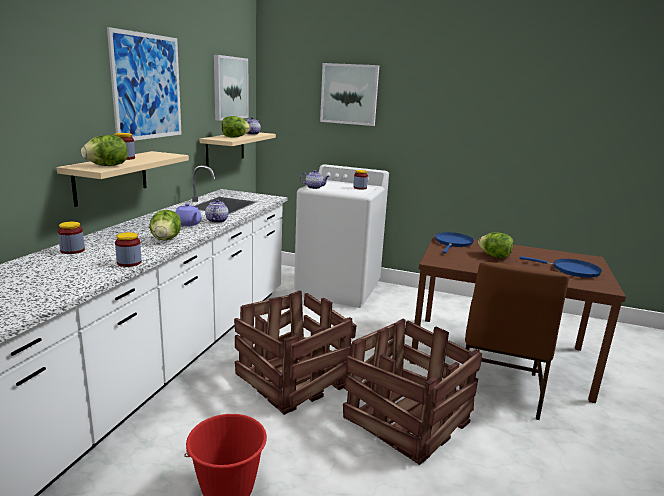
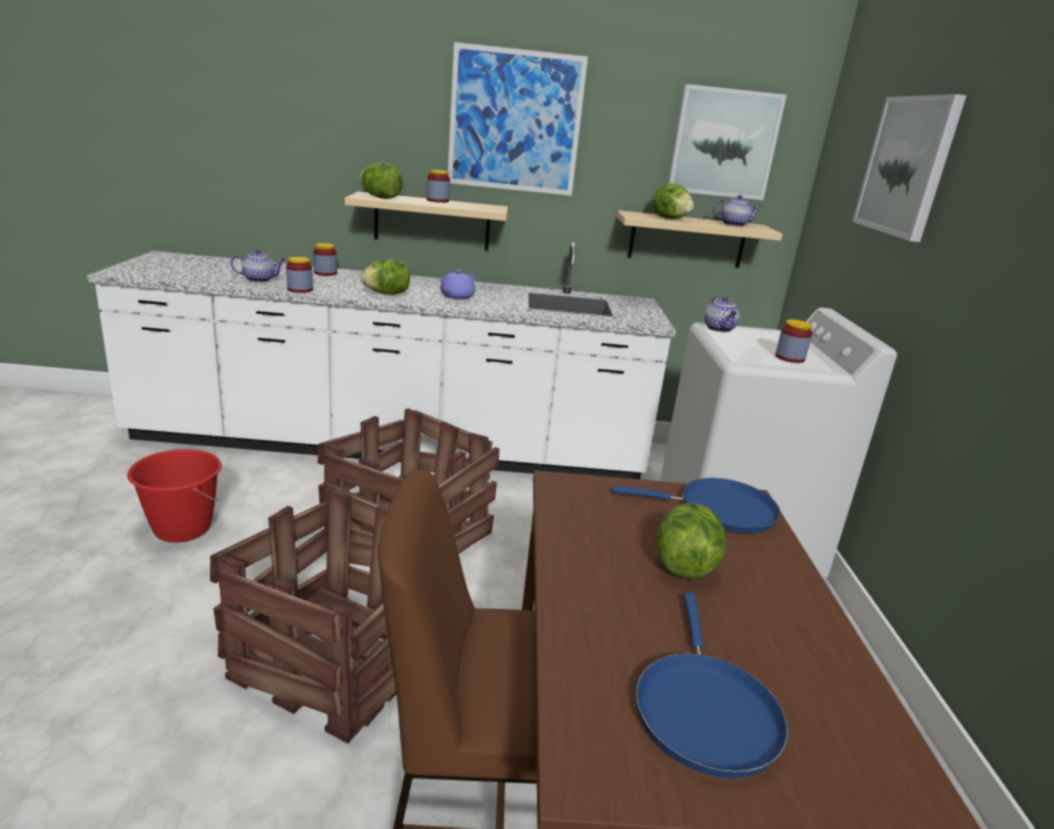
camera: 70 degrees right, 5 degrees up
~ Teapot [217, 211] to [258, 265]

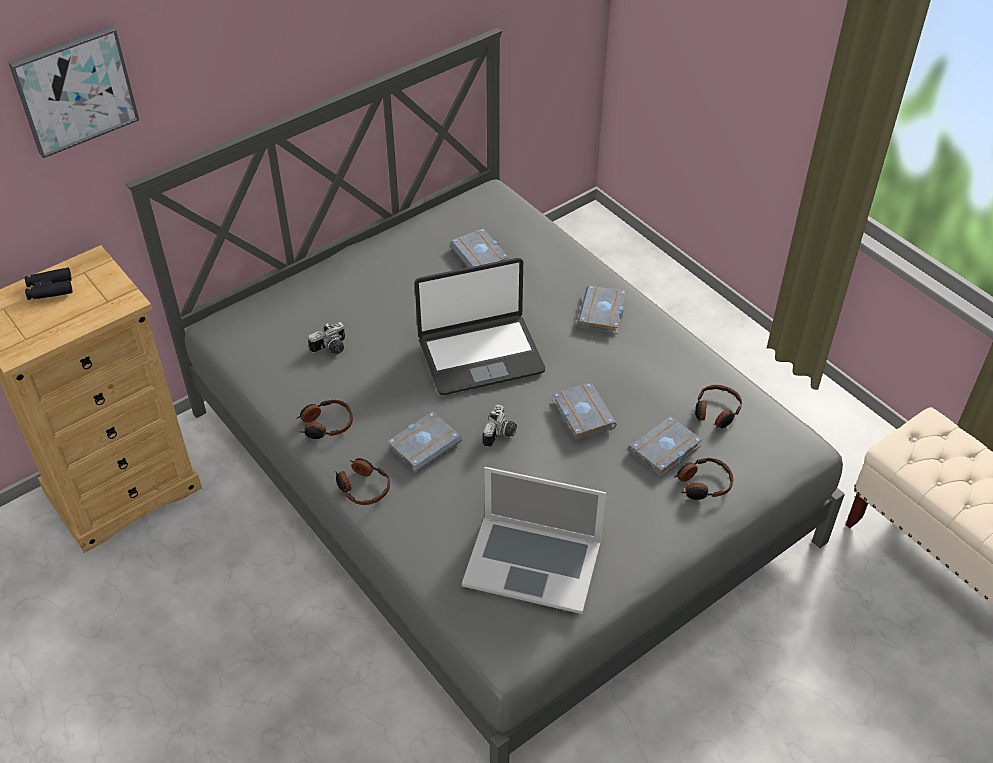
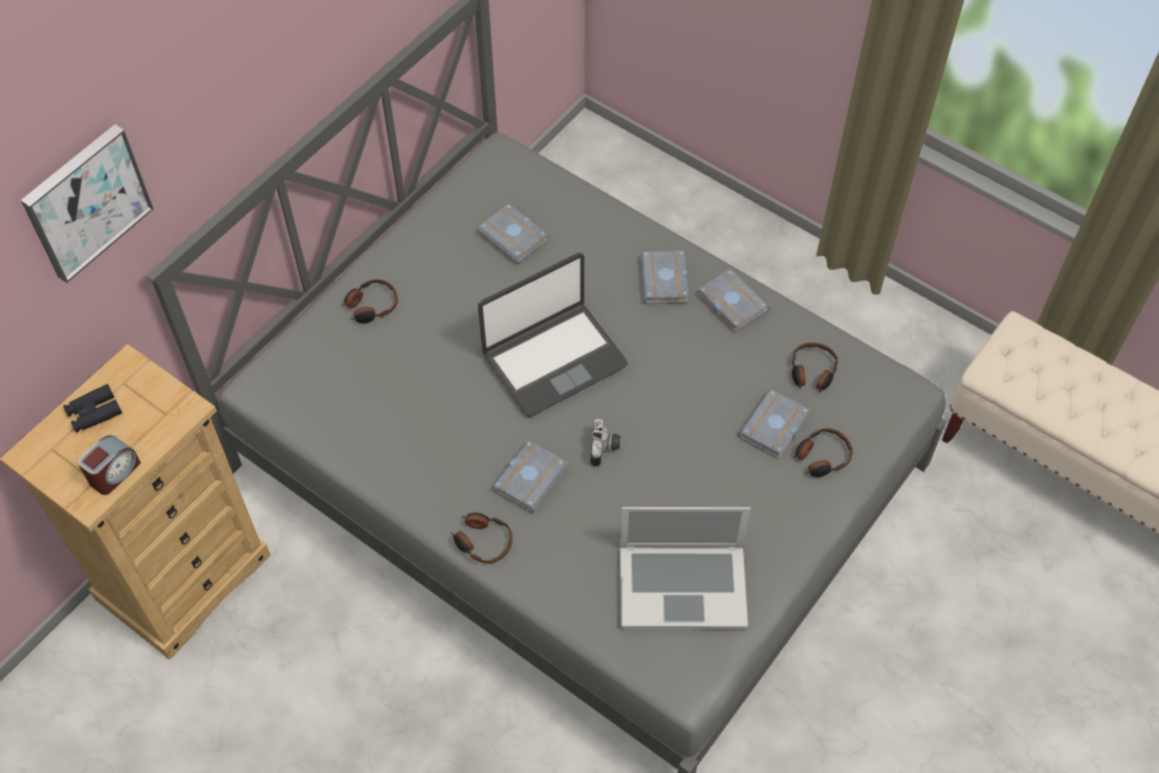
camera: 15 degrees left, 10 degrees up
+ AlarmClock [109, 465]
~ Headphones [324, 419] to [369, 301]
~ GreyBook [584, 411] to [734, 300]
- PhotoCamera [326, 338]

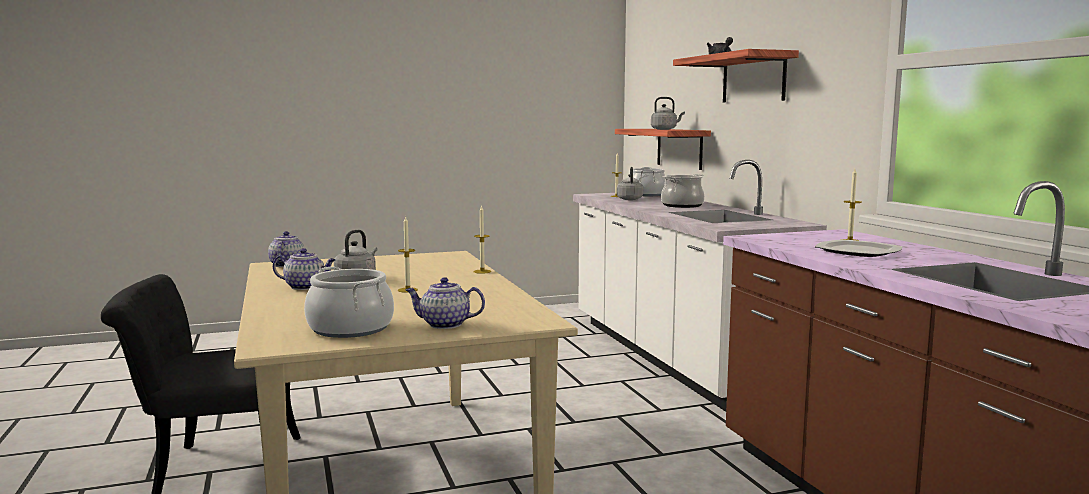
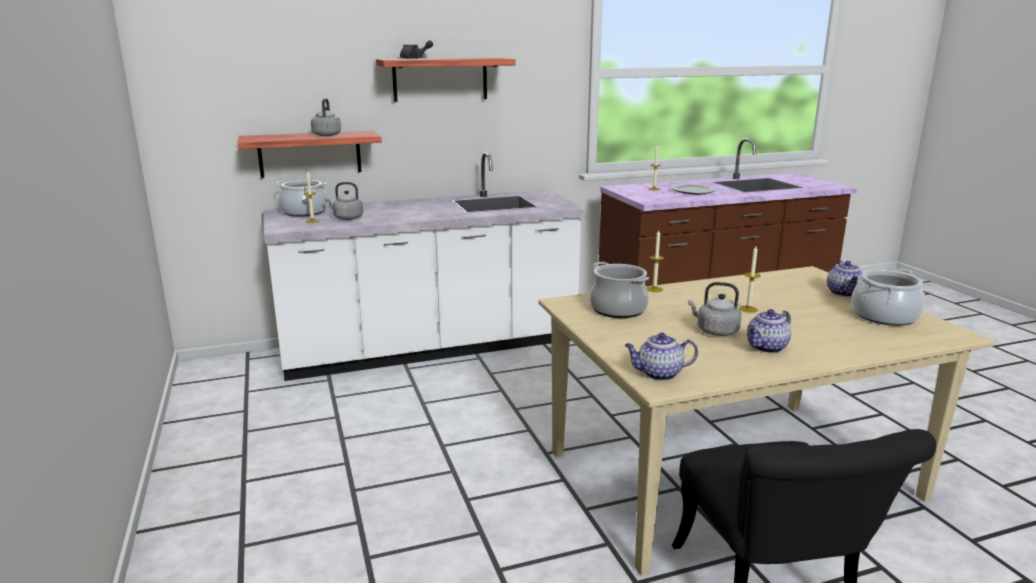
camera: 90 degrees left, 10 degrees up
~ CookingPot [683, 191] to [619, 290]
~ Teapot [304, 269] = [769, 331] 135 degrees counterclockwise

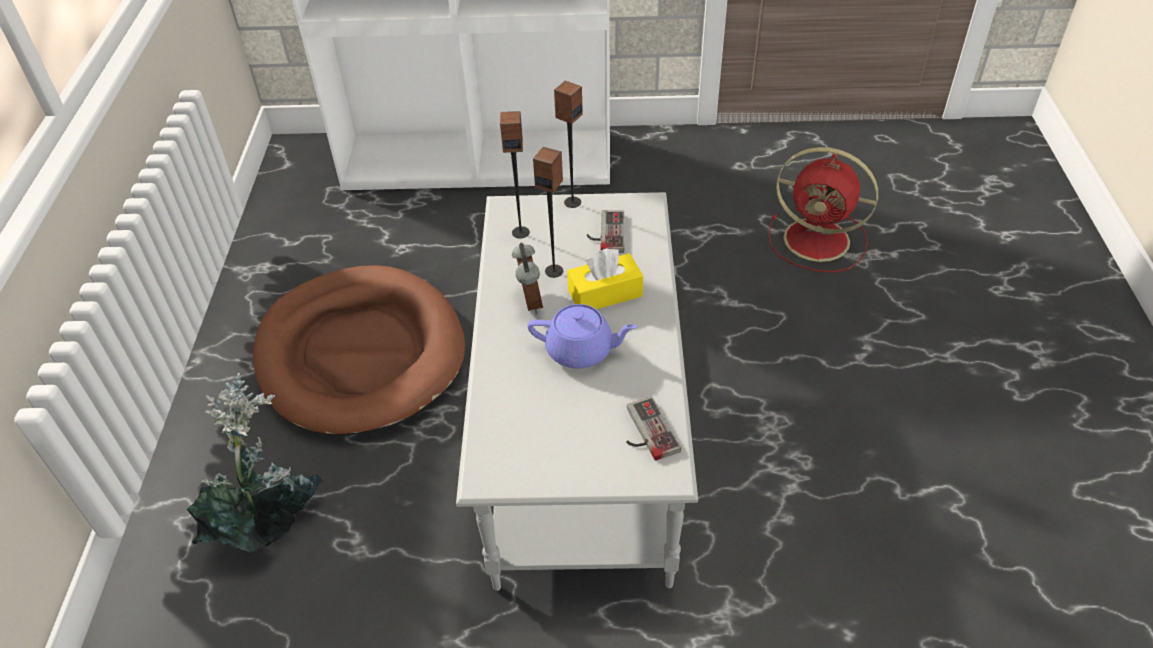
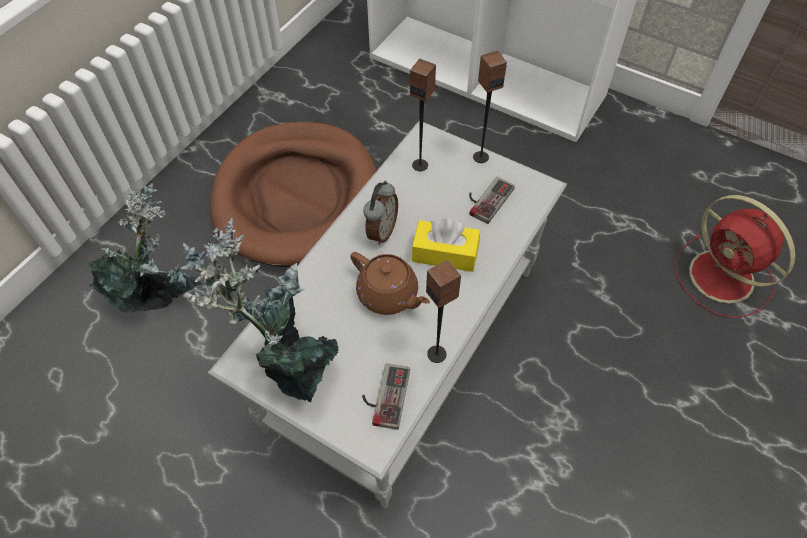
camera: 30 degrees right, 10 degrees up
+ PottedPlant [260, 309]
~ PurpleTeapot [582, 336] to BrownTeapot [390, 283]
~ Speaker [548, 212] to [443, 311]

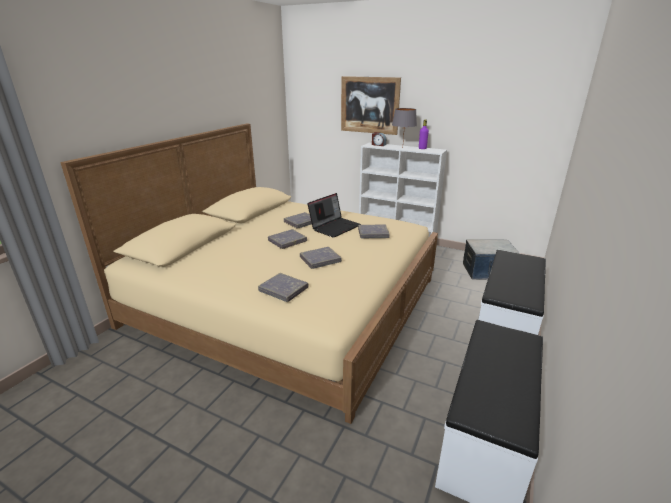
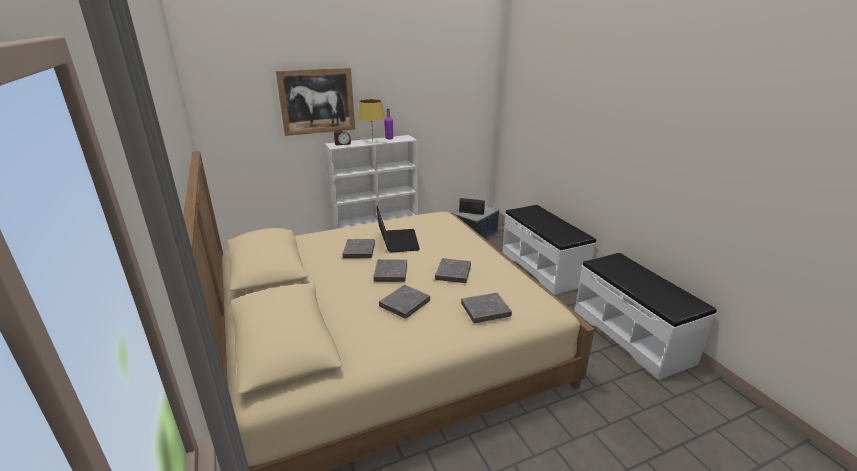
camera: 50 degrees left, 0 degrees up
~ GreyTableLamp [404, 124] to YellowTableLamp [371, 118]
~ GreyBook [374, 231] to [404, 302]
+ Radio [472, 206]

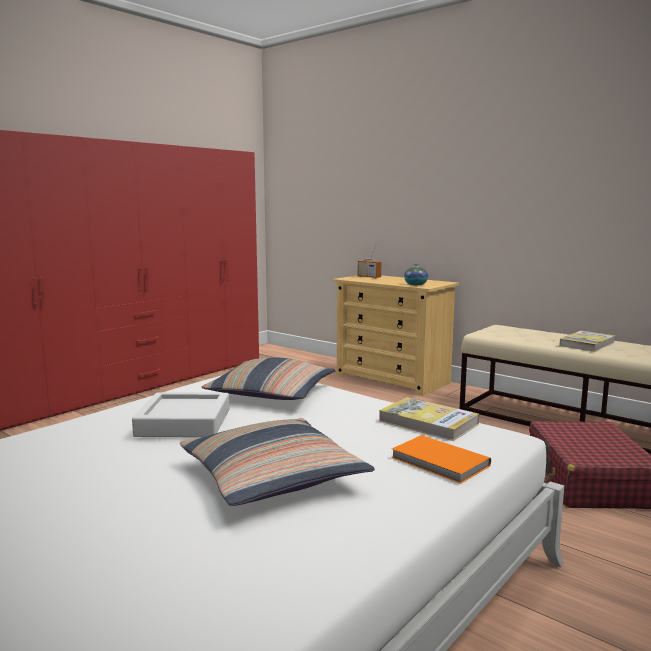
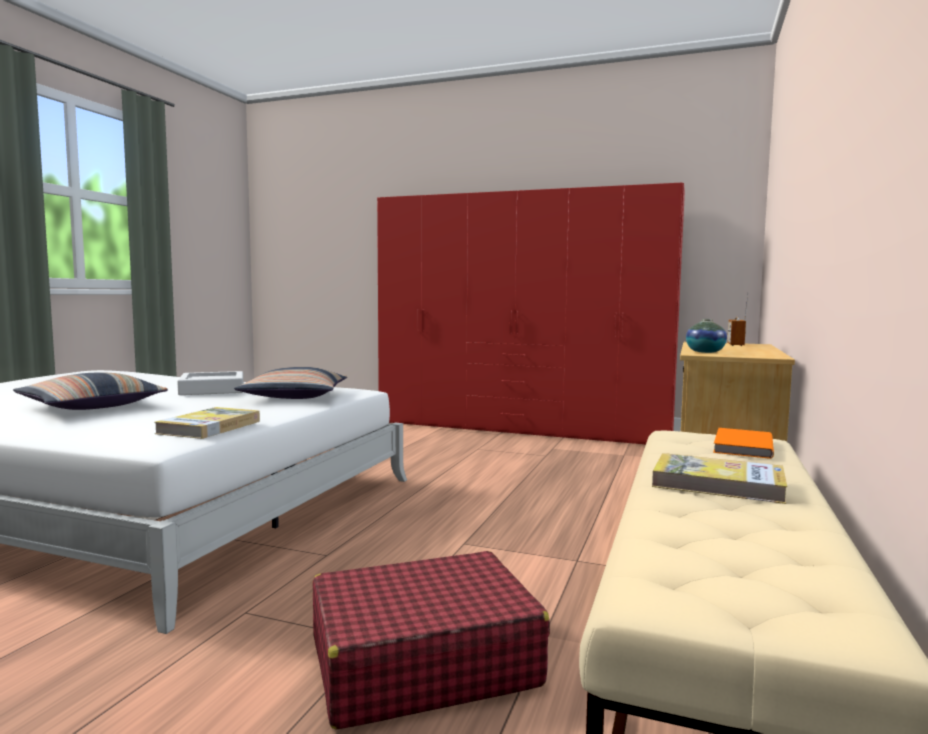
camera: 70 degrees right, 5 degrees down
~ OrangeBook [441, 459] to [743, 443]

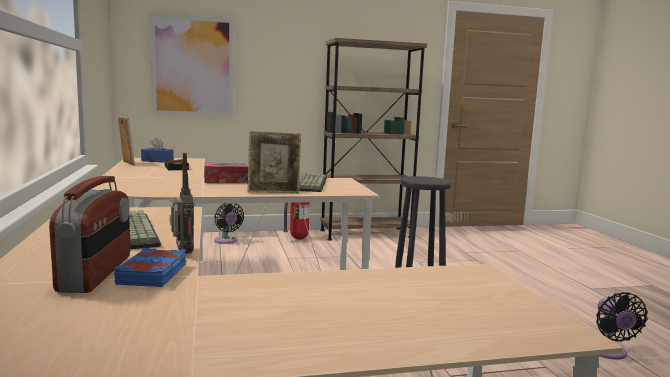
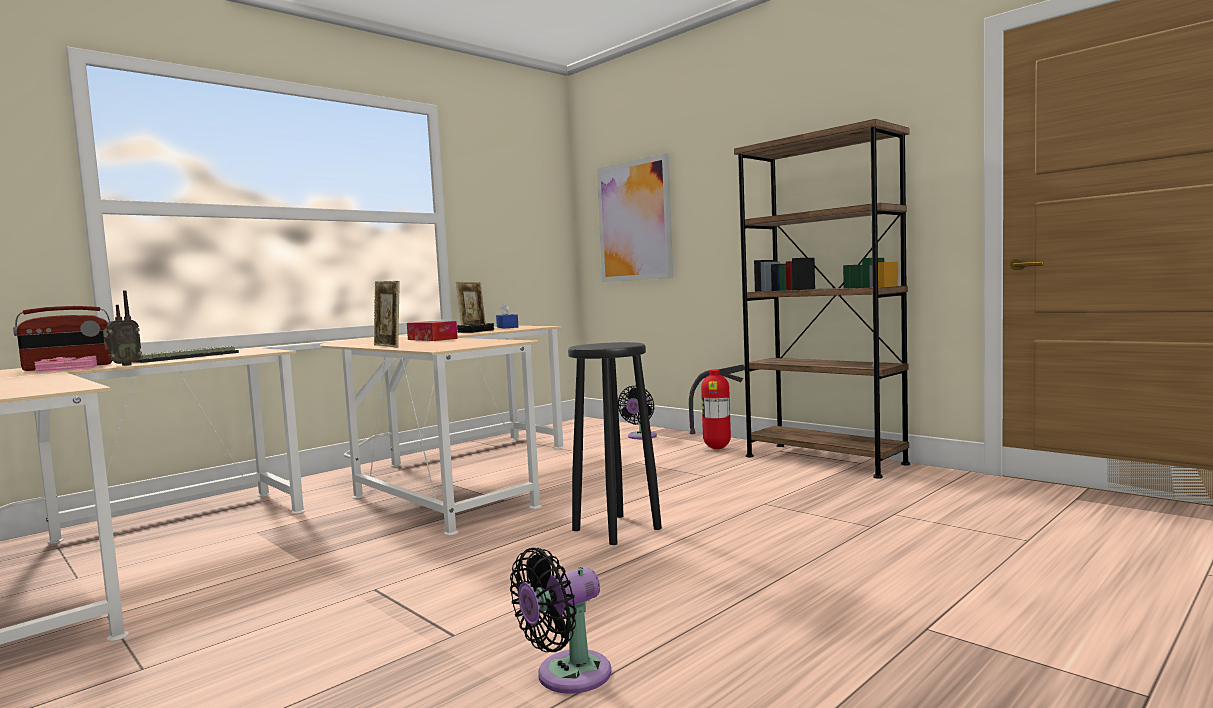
camera: 60 degrees right, 5 degrees down
~ BlueBook [150, 267] to PinkBook [66, 364]
- Keyboard [313, 182]

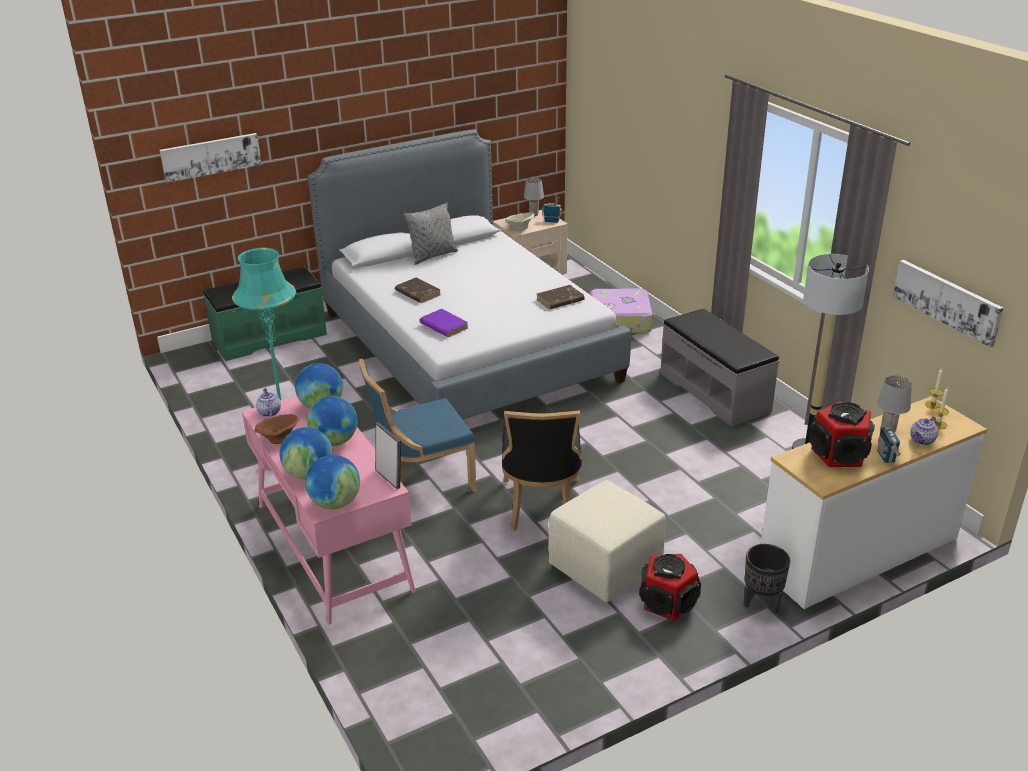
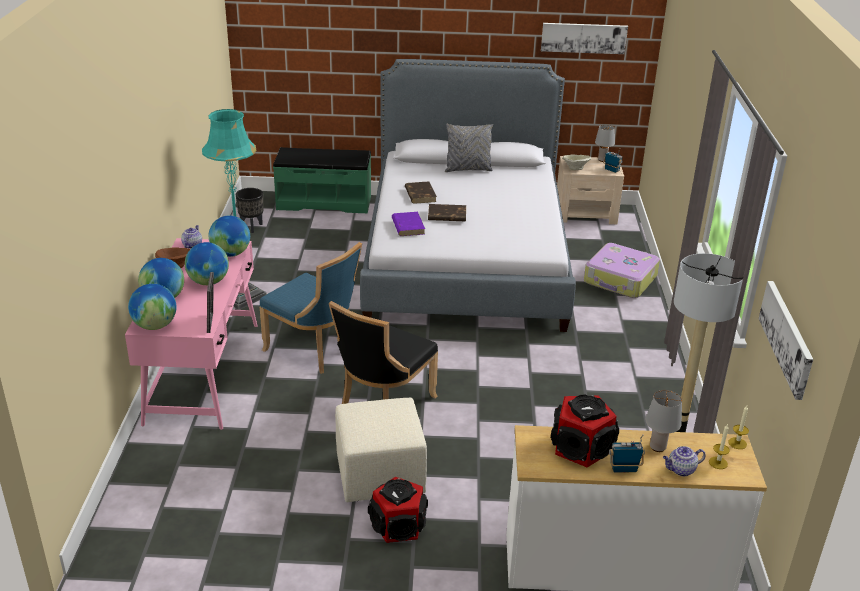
camera: 30 degrees right, 0 degrees up
~ BlackPlanter [767, 578] to [249, 210]
~ BlueChair [418, 425] = [310, 308] 150 degrees counterclockwise
~ BrownBook [560, 297] to [447, 213]
~ Picture [211, 158] to [584, 38]
~ Radio [889, 439] = [627, 453] 60 degrees clockwise
- GreyBench [719, 367]

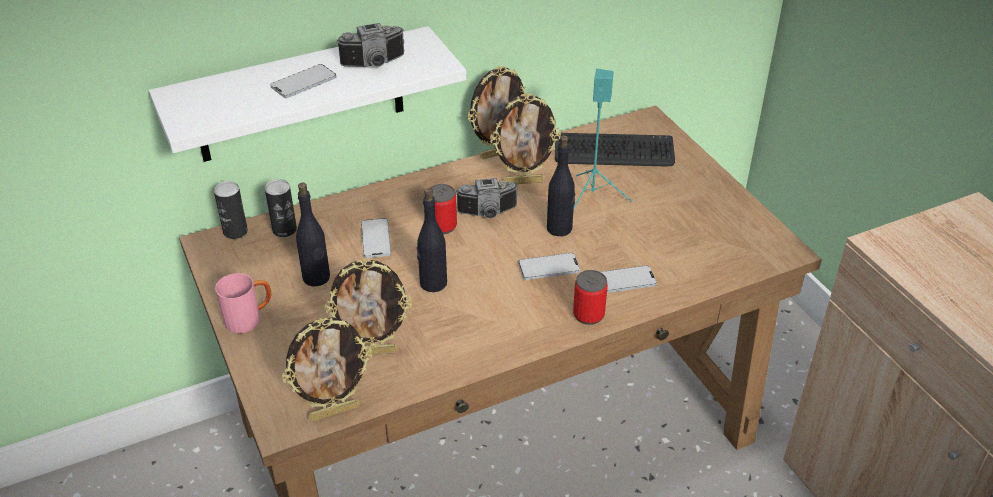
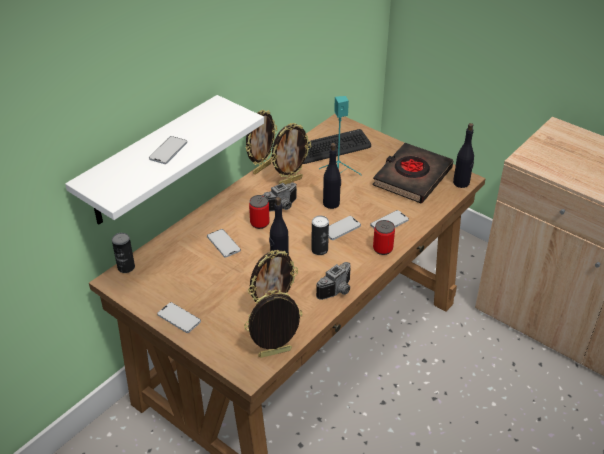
camera: 25 degrees left, 0 degrees up
~ PinkMug [243, 303] to Phone [179, 317]
~ PictureFrame [327, 369] = [273, 324] 150 degrees counterclockwise
~ Can [281, 208] to [320, 235]
~ PhotoCamera [370, 45] to [333, 281]
+ BlackBook [412, 173]
~ BlackBottle [313, 234] to [463, 155]

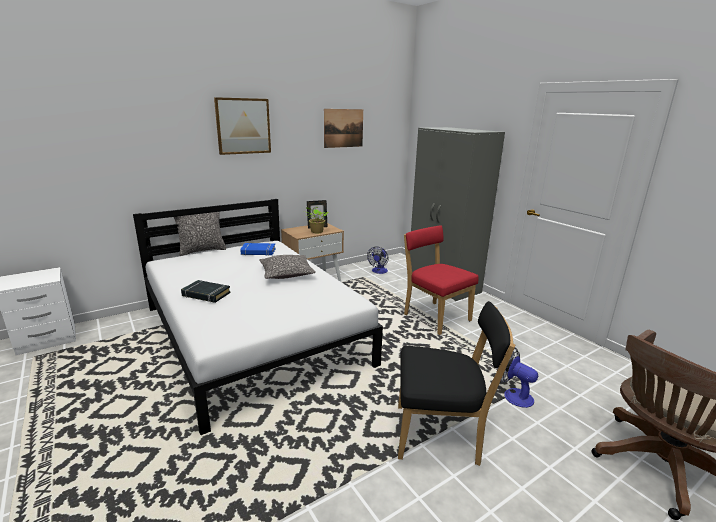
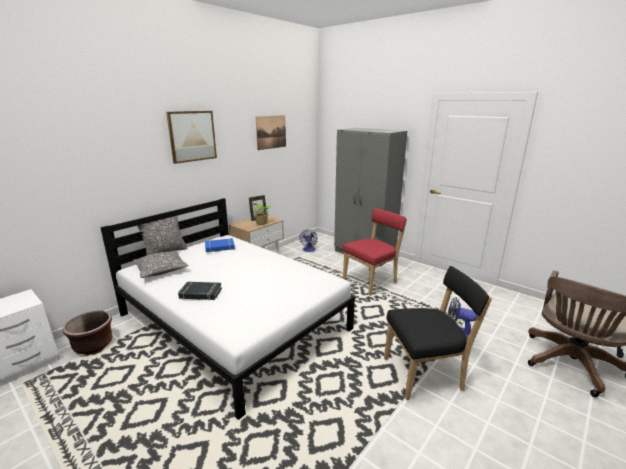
camera: 15 degrees left, 0 degrees up
+ BrownPlanter [88, 332]
~ Pillow [287, 267] to [161, 264]
~ RedChair [441, 280] = [375, 252] 105 degrees clockwise

